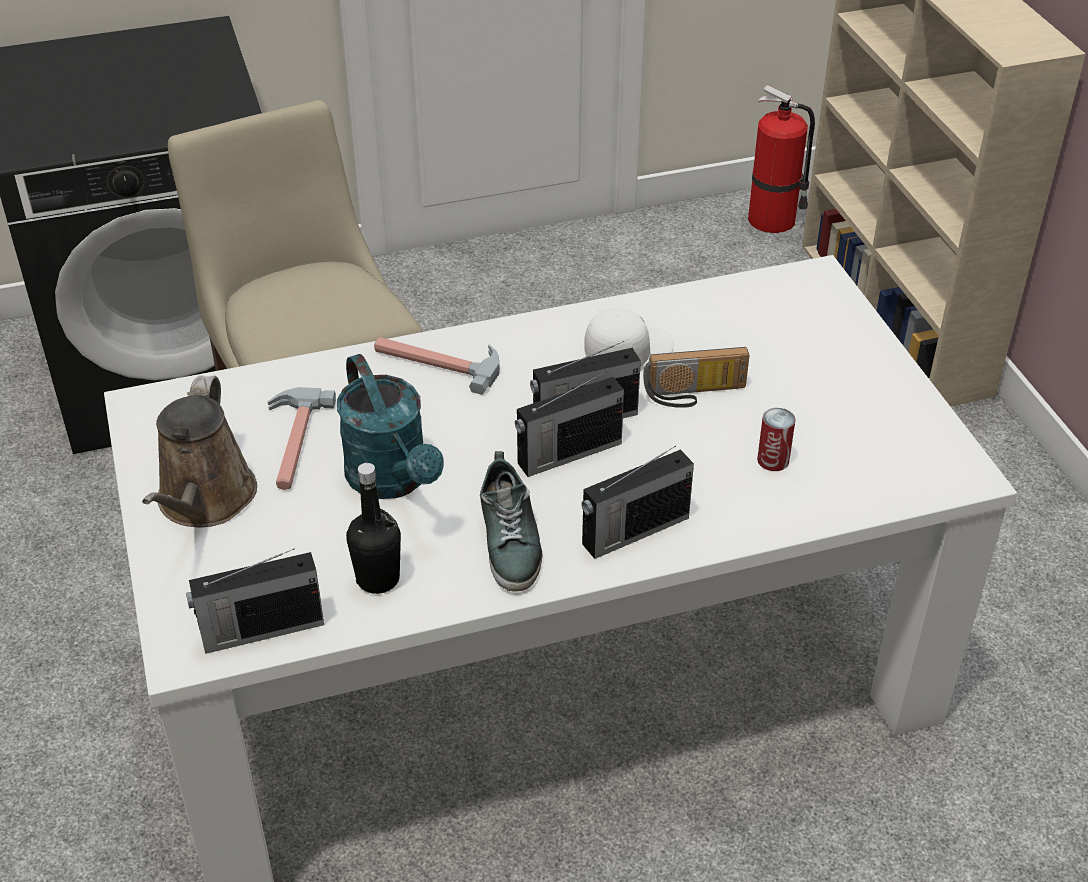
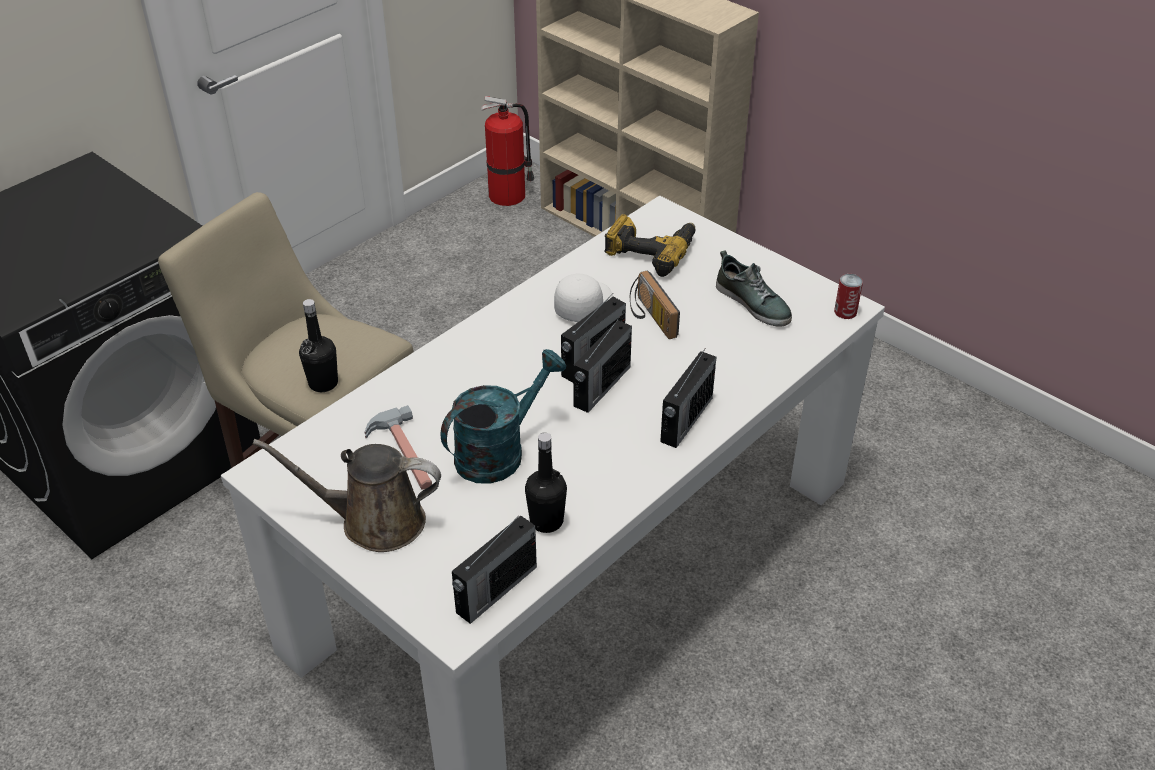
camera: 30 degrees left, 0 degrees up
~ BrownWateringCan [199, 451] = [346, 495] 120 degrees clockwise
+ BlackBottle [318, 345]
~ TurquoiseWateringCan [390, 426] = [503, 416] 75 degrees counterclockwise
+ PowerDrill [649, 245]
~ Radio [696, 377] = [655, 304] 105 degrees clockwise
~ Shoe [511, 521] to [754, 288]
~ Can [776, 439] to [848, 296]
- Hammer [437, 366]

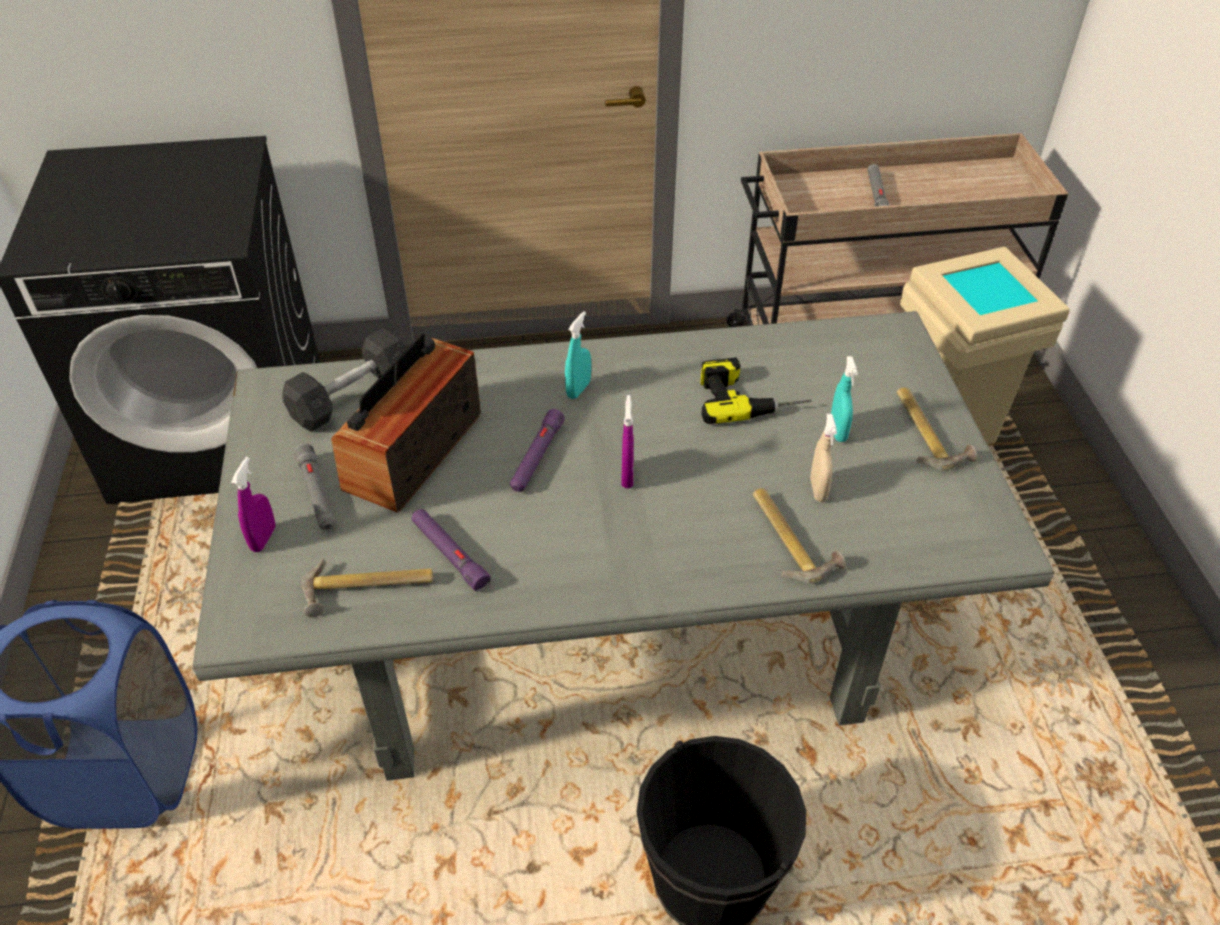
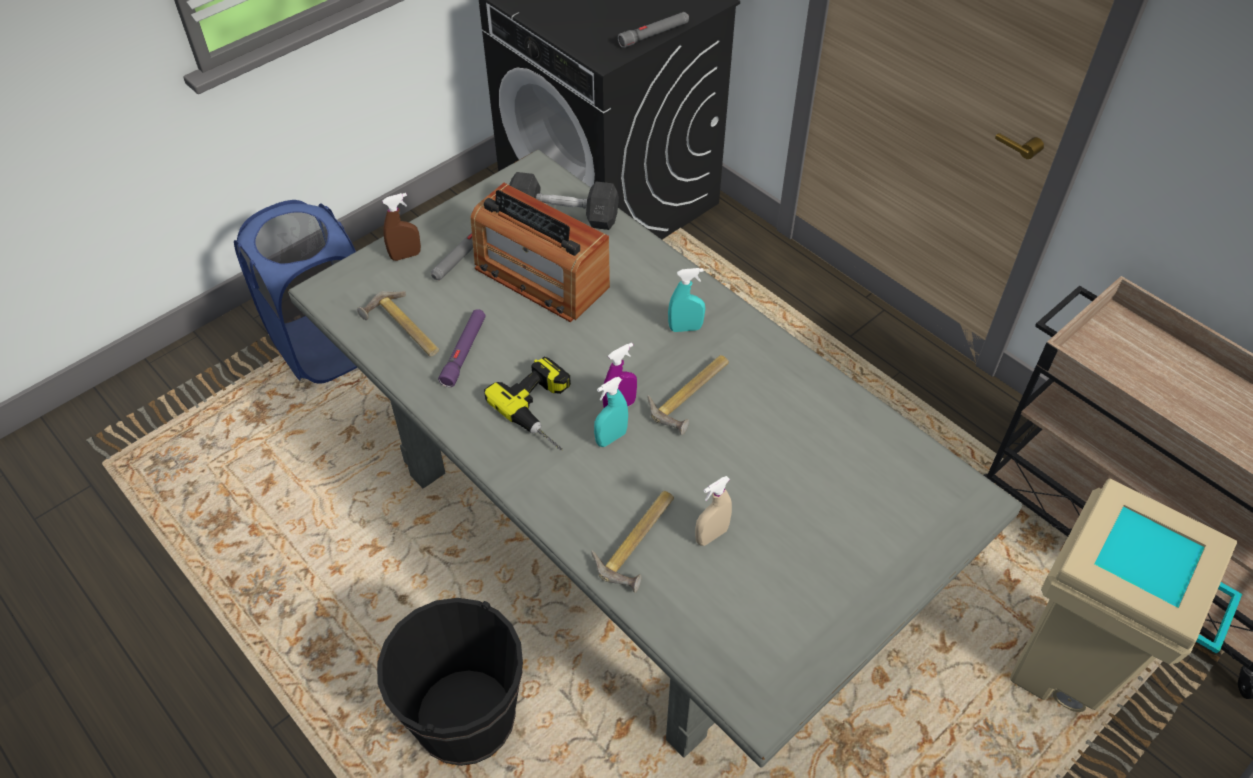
camera: 55 degrees right, 5 degrees up
~ PurpleSprayBottle [253, 504] to BrownSprayBottle [401, 227]
~ Radio [406, 423] = [540, 252] 135 degrees counterclockwise
~ PowerDrill [756, 390] to [527, 404]
~ TurquoiseSprayBottle [844, 399] to [611, 412]
~ GreyFlashlight [878, 185] to [653, 30]
~ Hammer [937, 429] to [688, 395]
- PurpleFlashlight [537, 450]

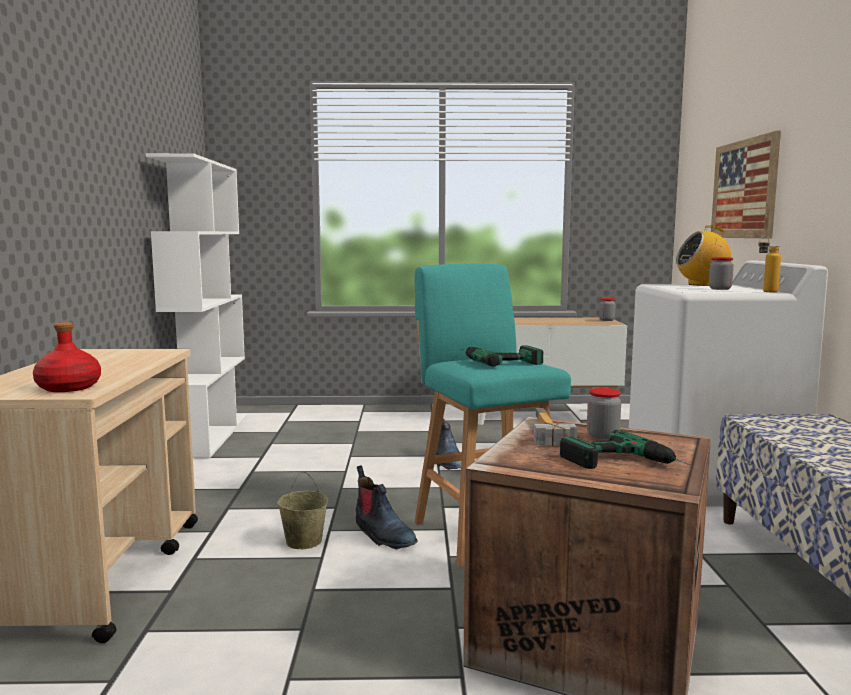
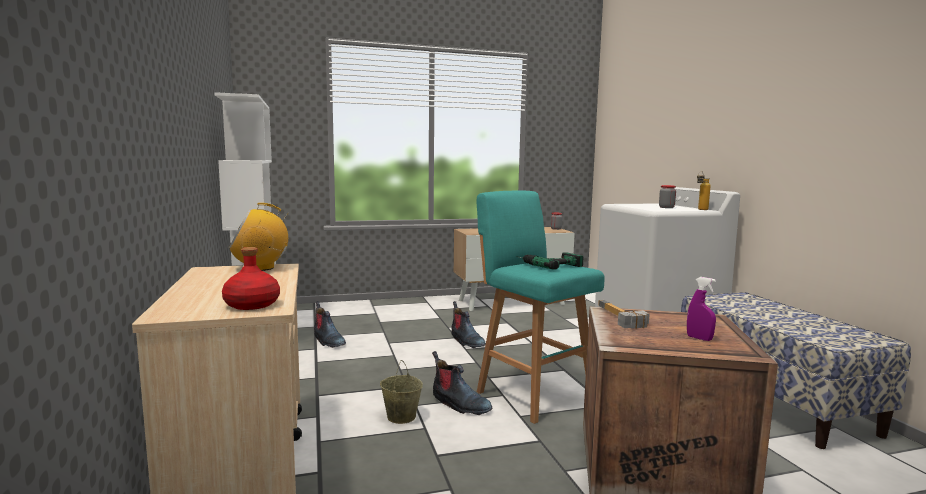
camera: 15 degrees left, 0 degrees up
~ Radio [703, 255] to [258, 237]
+ Boot [330, 324]
~ PowerDrill [625, 449] to PurpleSprayBottle [701, 309]
- Jar [604, 414]
- Picture [746, 184]

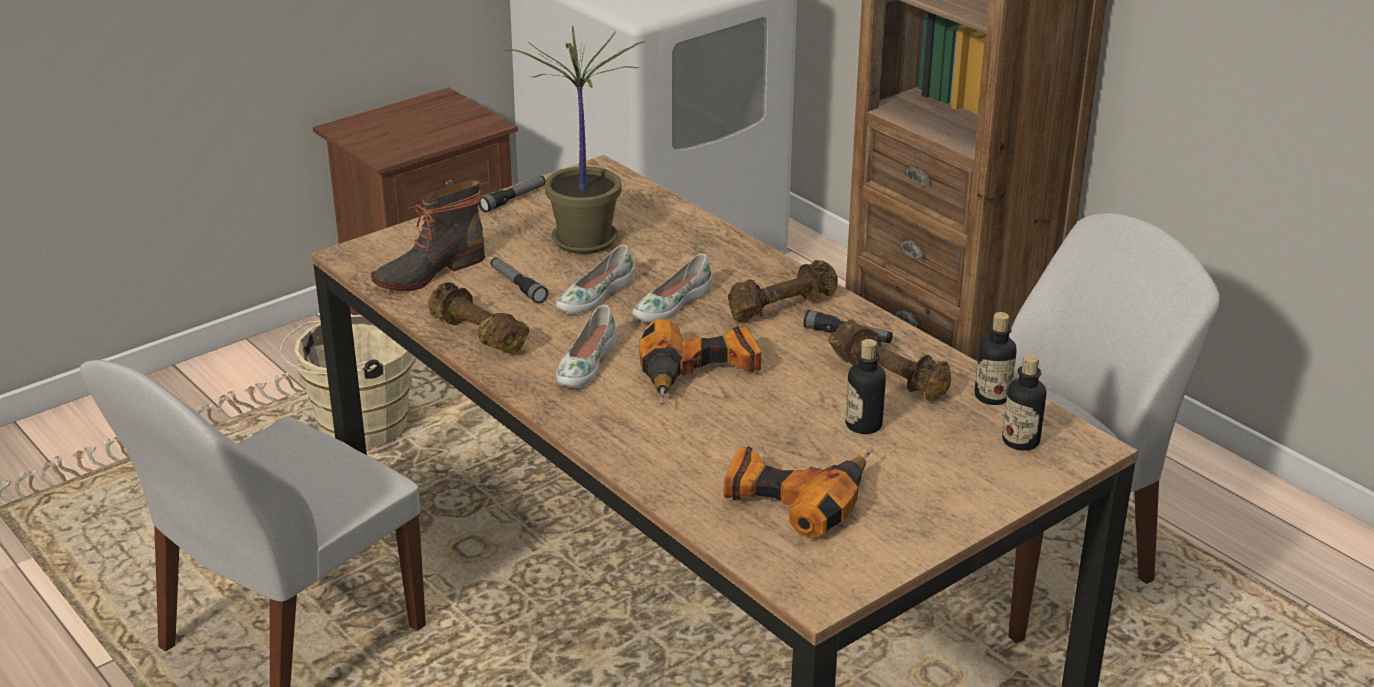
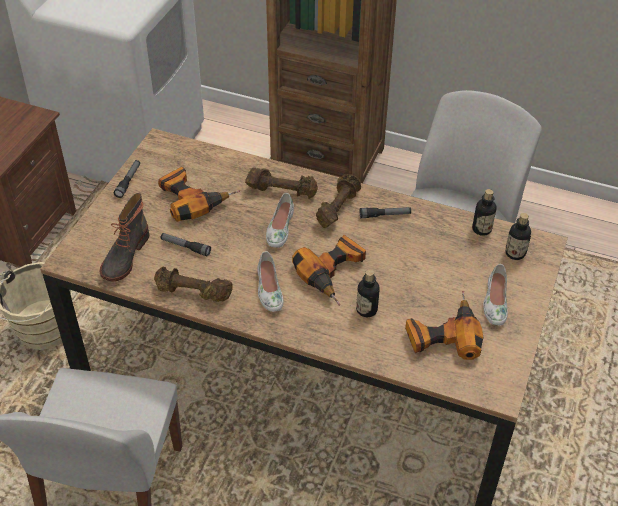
camera: 30 degrees left, 15 degrees up
~ PottedPlant [574, 139] to PowerDrill [199, 194]
~ BrownDumbbell [889, 360] to [281, 183]
~ Bottle [865, 386] to [368, 293]
~ WhiteShoe [595, 279] to [495, 294]

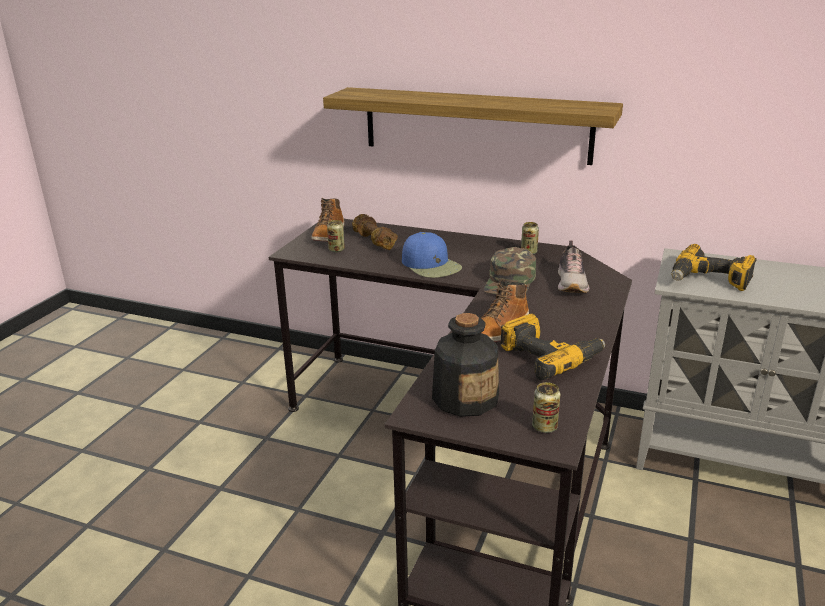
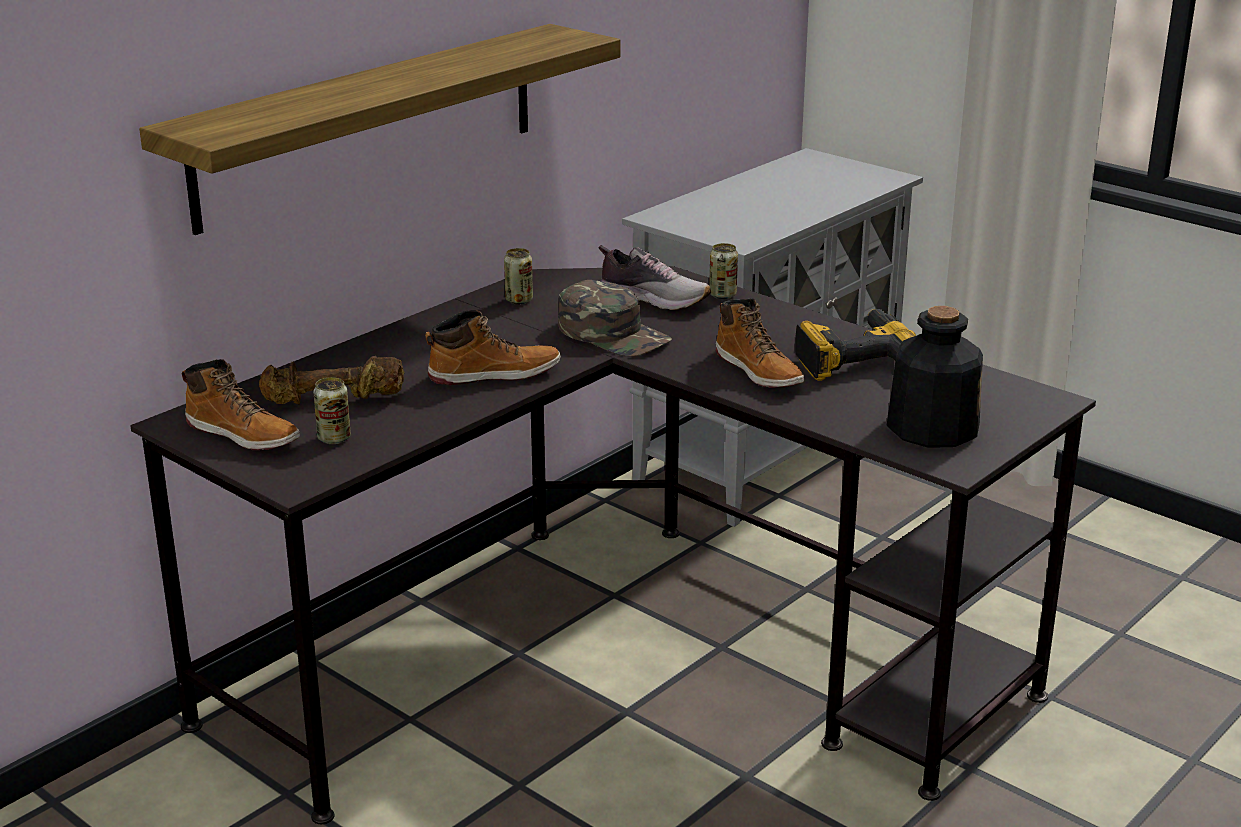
camera: 70 degrees left, 0 degrees up
~ BlueCap [432, 255] to Boot [492, 347]
~ Can [546, 407] to [723, 271]
- PowerDrill [714, 267]

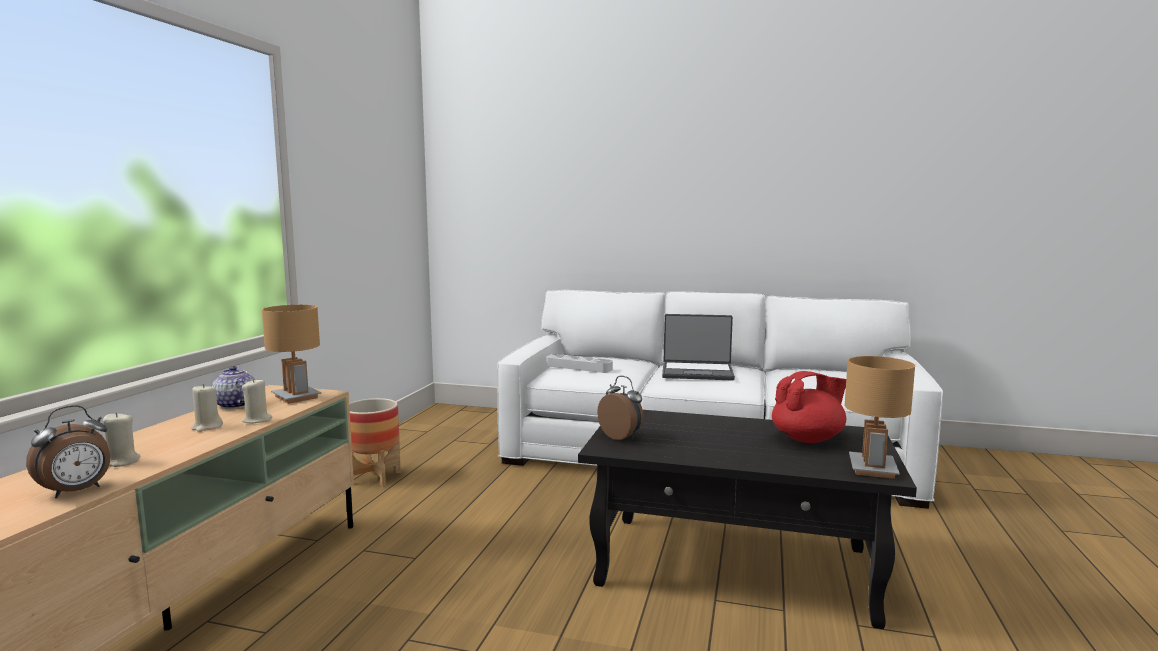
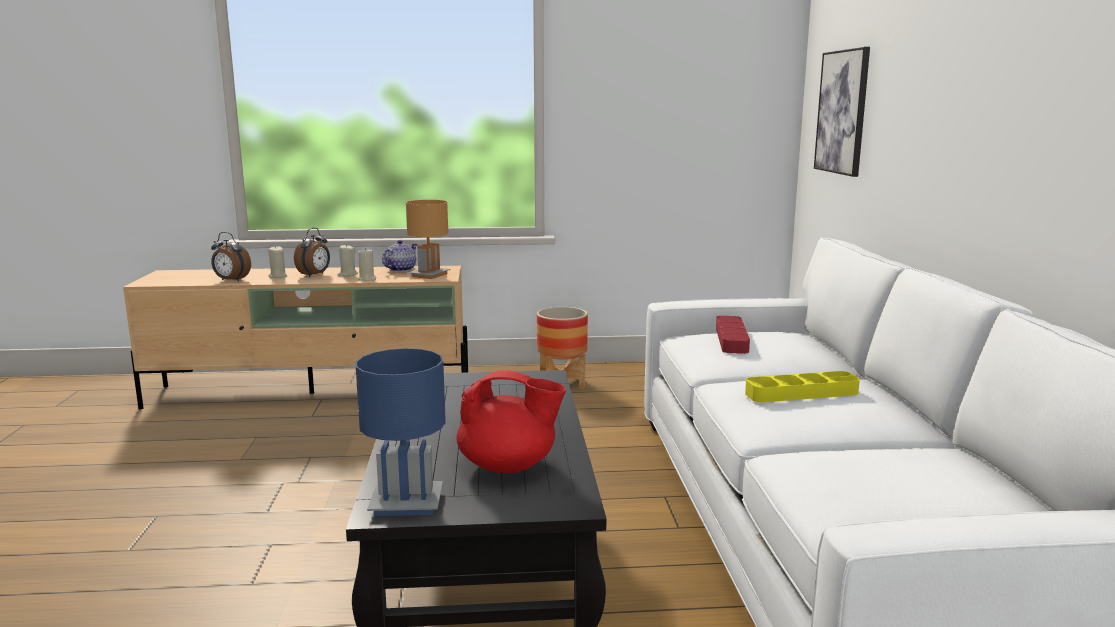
camera: 70 degrees right, 5 degrees up
~ AlarmClock [620, 408] to [312, 252]
~ BrownTableLamp [880, 417] to BlueTableLamp [401, 432]
~ RedTeapot [809, 407] = [511, 421] 45 degrees counterclockwise
~ GreyTray [579, 363] to RedTray [733, 335]
~ Laptop [698, 347] to YellowTray [802, 386]
+ Picture [842, 112]

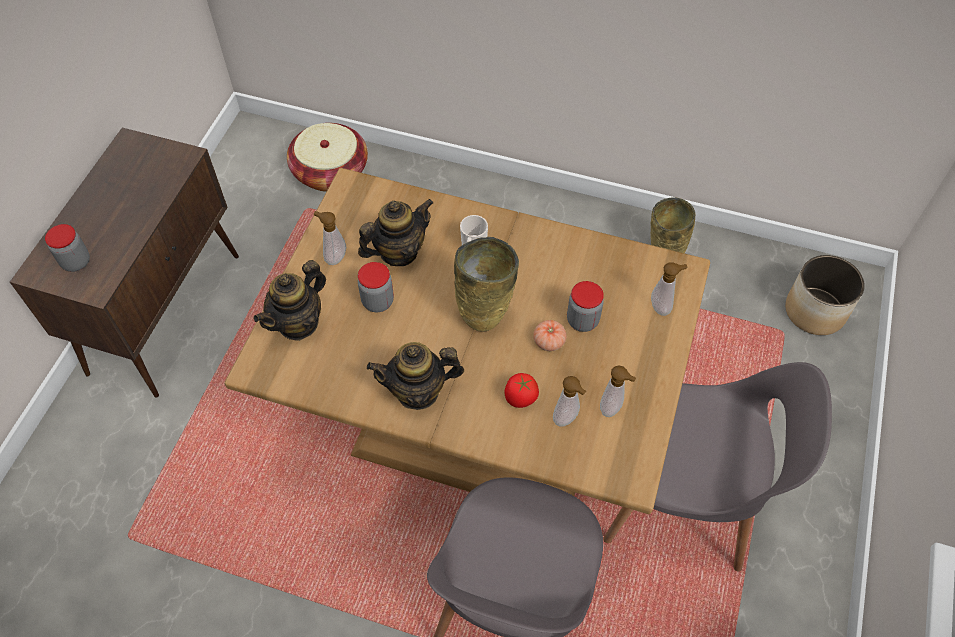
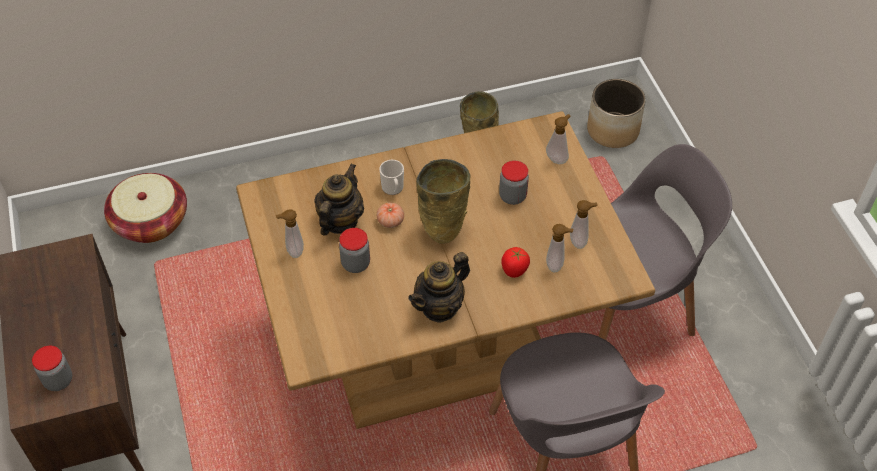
camera: 35 degrees left, 5 degrees down
~ Tomato [550, 335] to [390, 215]
- Teapot [289, 300]

